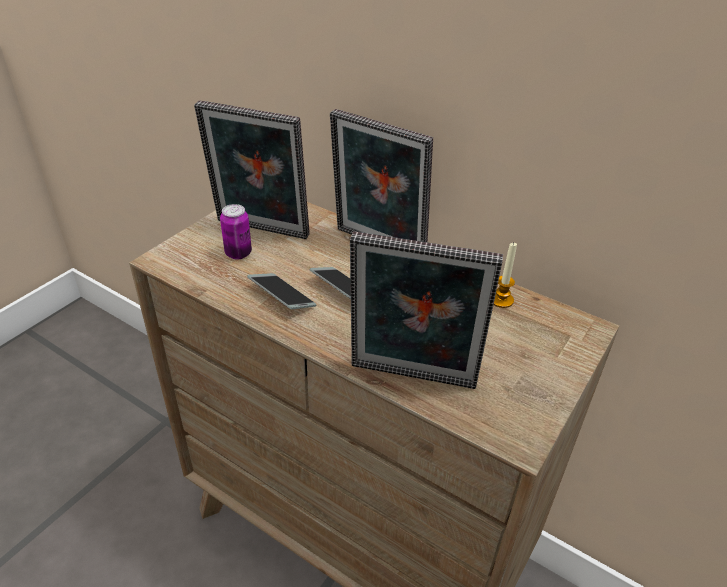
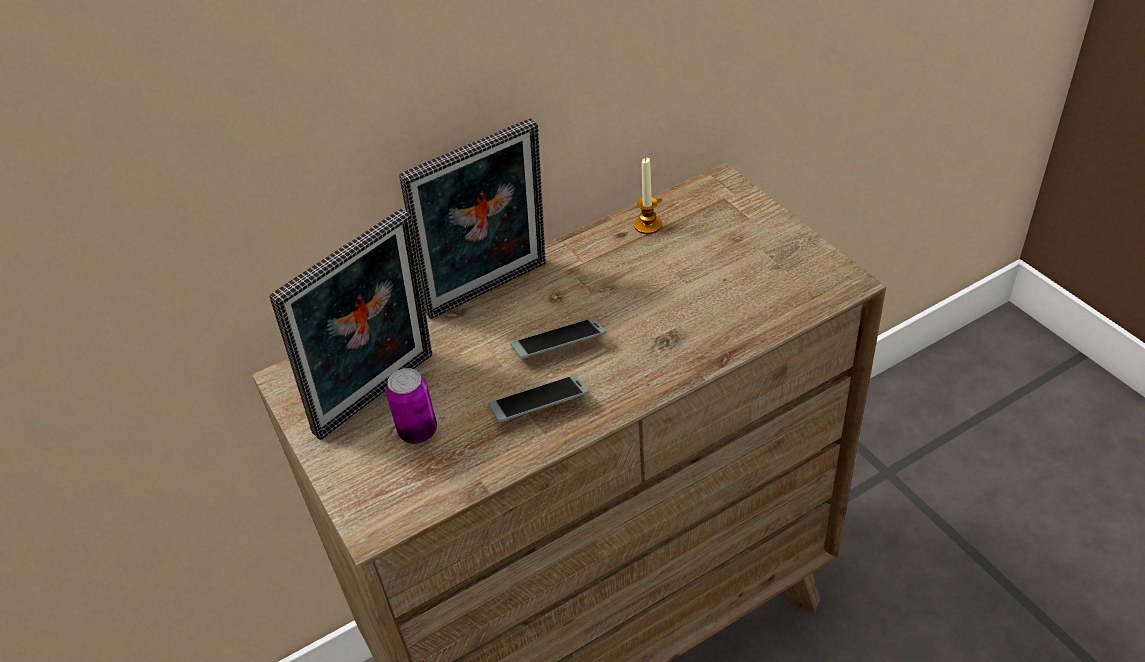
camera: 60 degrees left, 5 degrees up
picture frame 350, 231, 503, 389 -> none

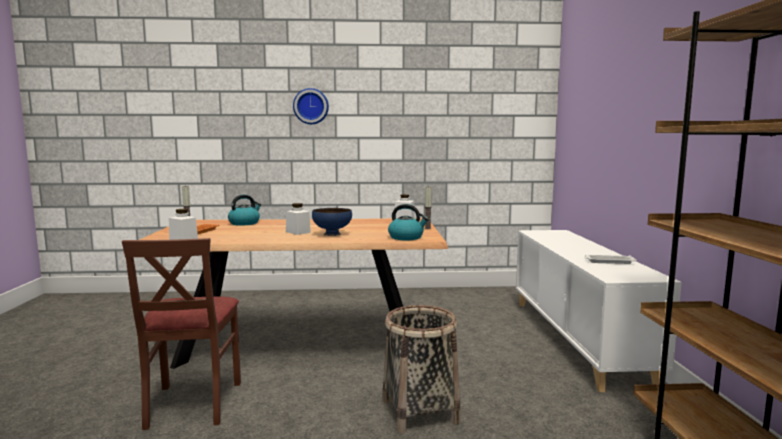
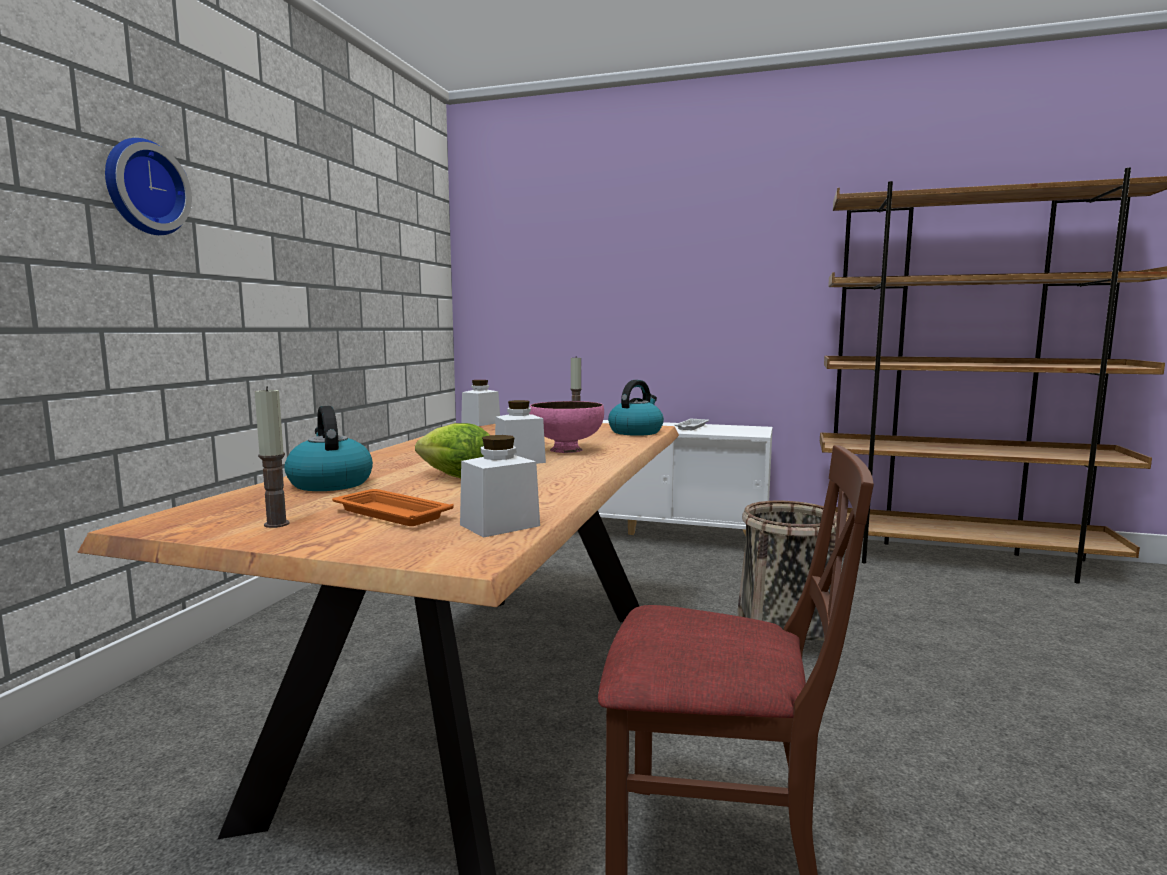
camera: 70 degrees left, 0 degrees up
none -> lettuce 415, 423, 490, 478
bowl/blue 312, 208, 352, 236 -> bowl/pink 529, 401, 604, 453

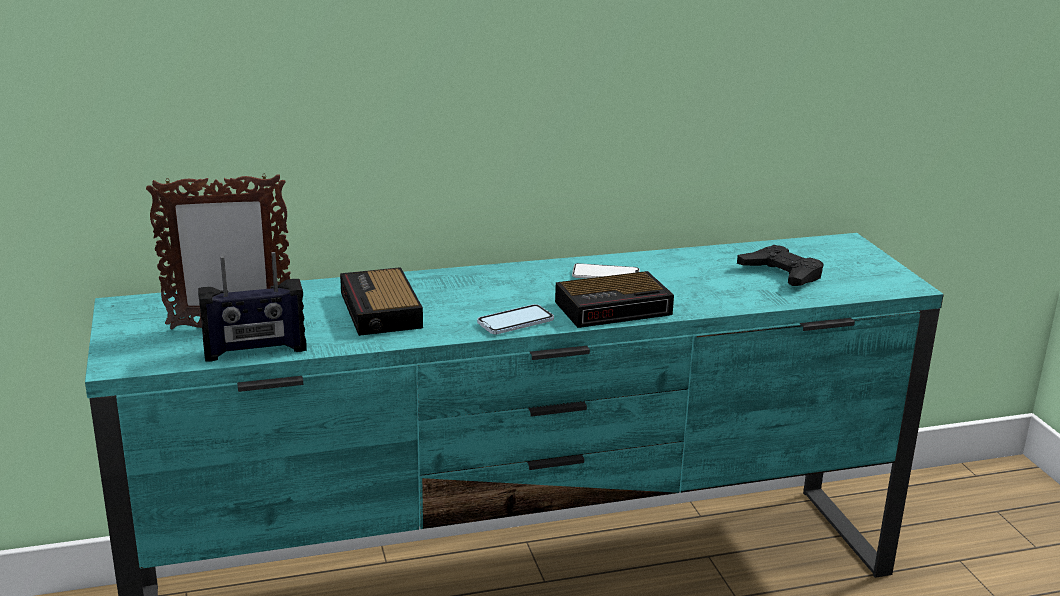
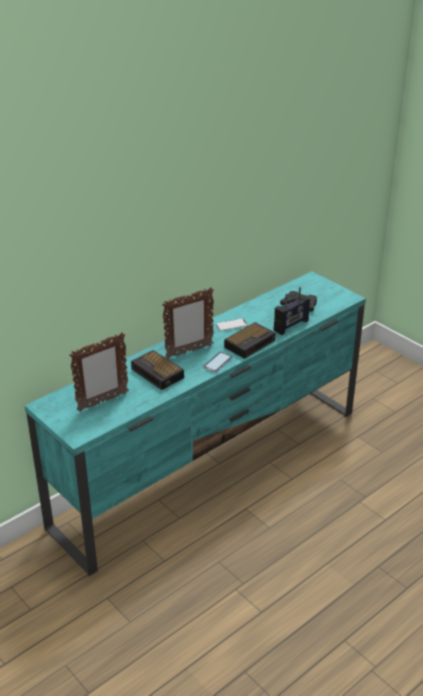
camera: 25 degrees left, 10 degrees up
none -> picture frame 162, 287, 214, 359
radio 198, 252, 307, 362 -> radio 274, 287, 310, 335, moved

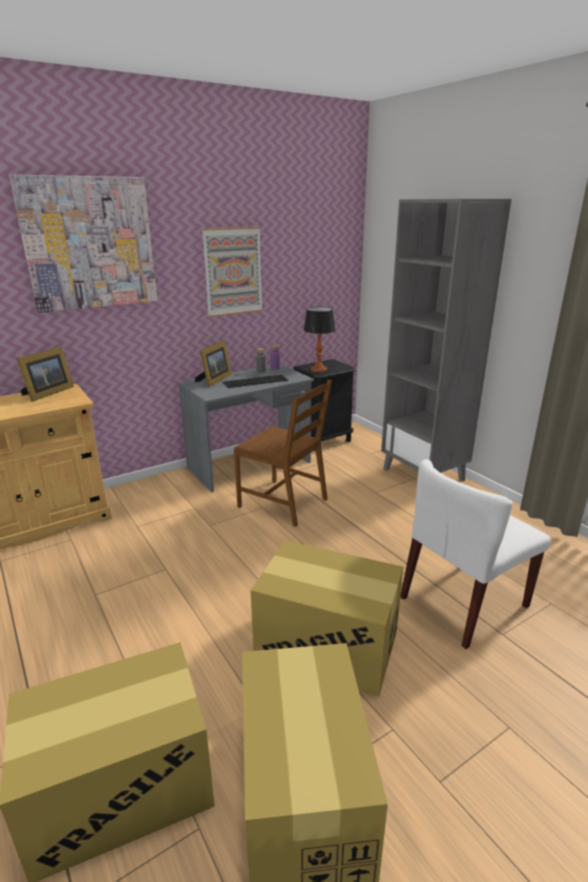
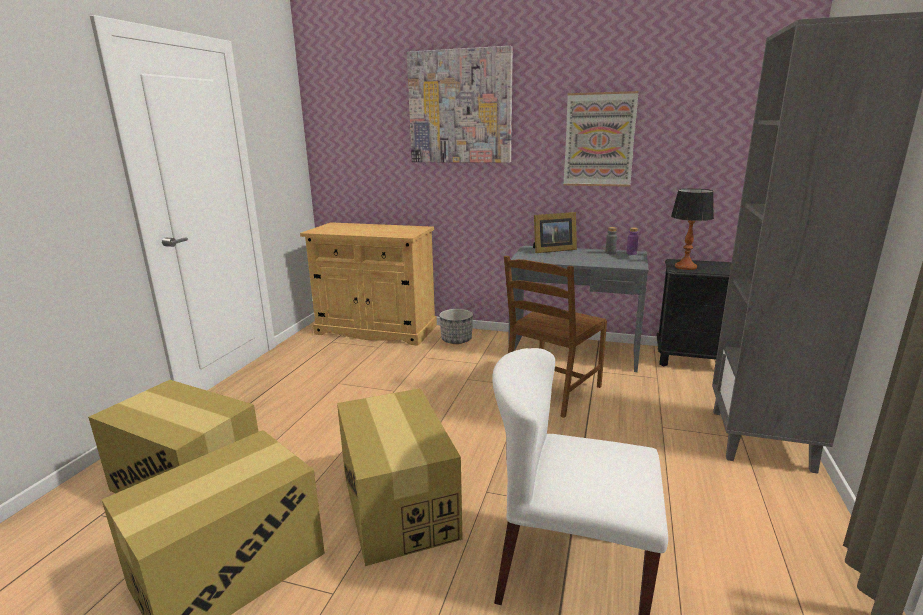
camera: 50 degrees right, 5 degrees down
picture frame 17, 346, 74, 402 -> none
keyboard 223, 375, 288, 388 -> none
none -> planter 439, 309, 473, 344
chair/brown 234, 380, 332, 527 -> chair/brown 504, 256, 607, 418, 45 degrees clockwise

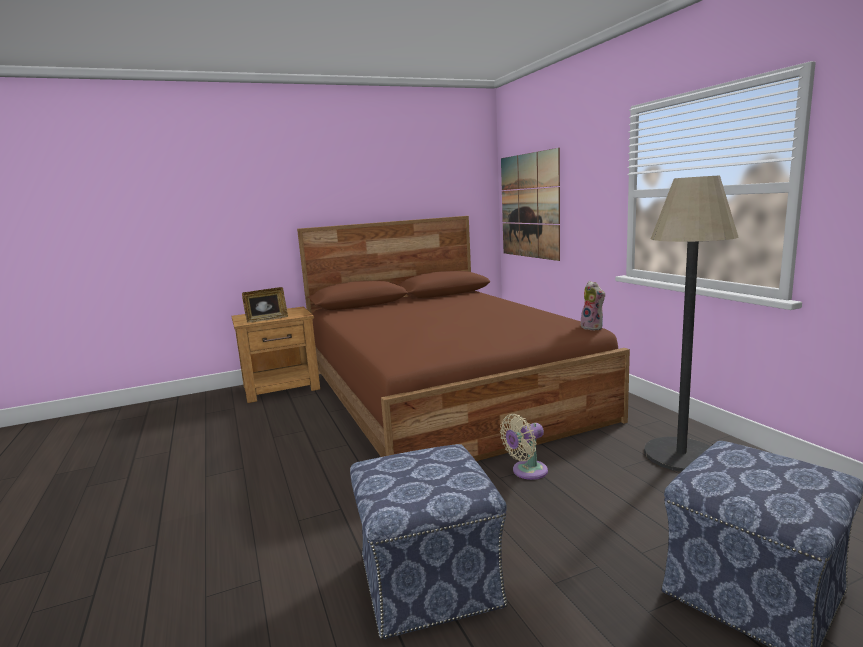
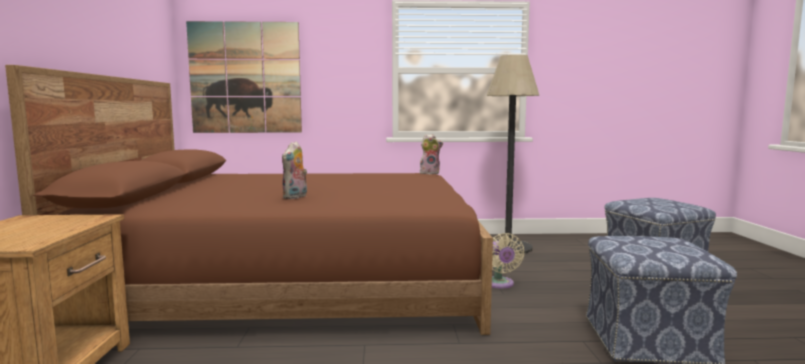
camera: 70 degrees left, 5 degrees down
picture frame 242, 287, 288, 323 -> none
none -> plush toy 282, 141, 307, 199

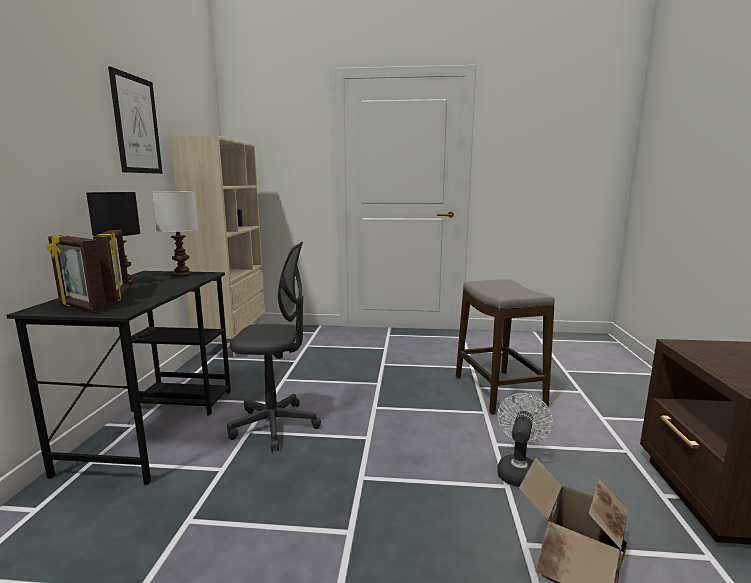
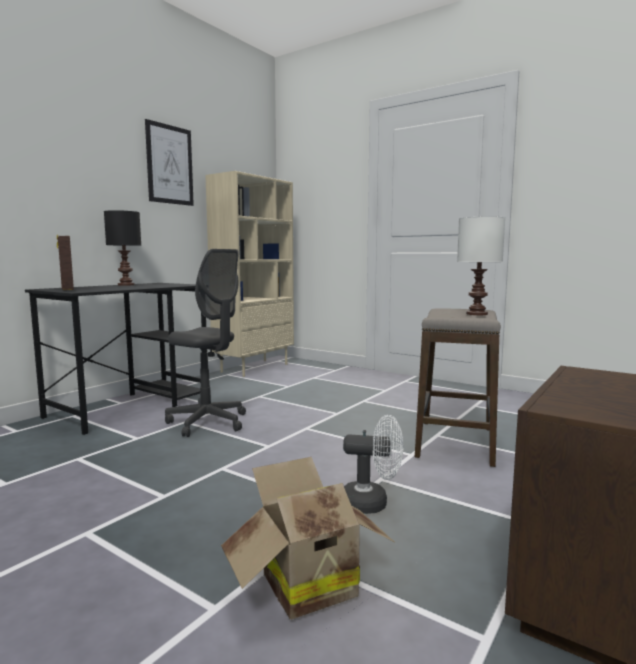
camera: 30 degrees right, 5 degrees down
picture frame 93, 230, 129, 303 -> none
table lamp/white 152, 191, 198, 277 -> table lamp/white 457, 216, 505, 315, moved
fan/white 497, 393, 553, 487 -> fan/white 343, 415, 403, 514, 45 degrees clockwise

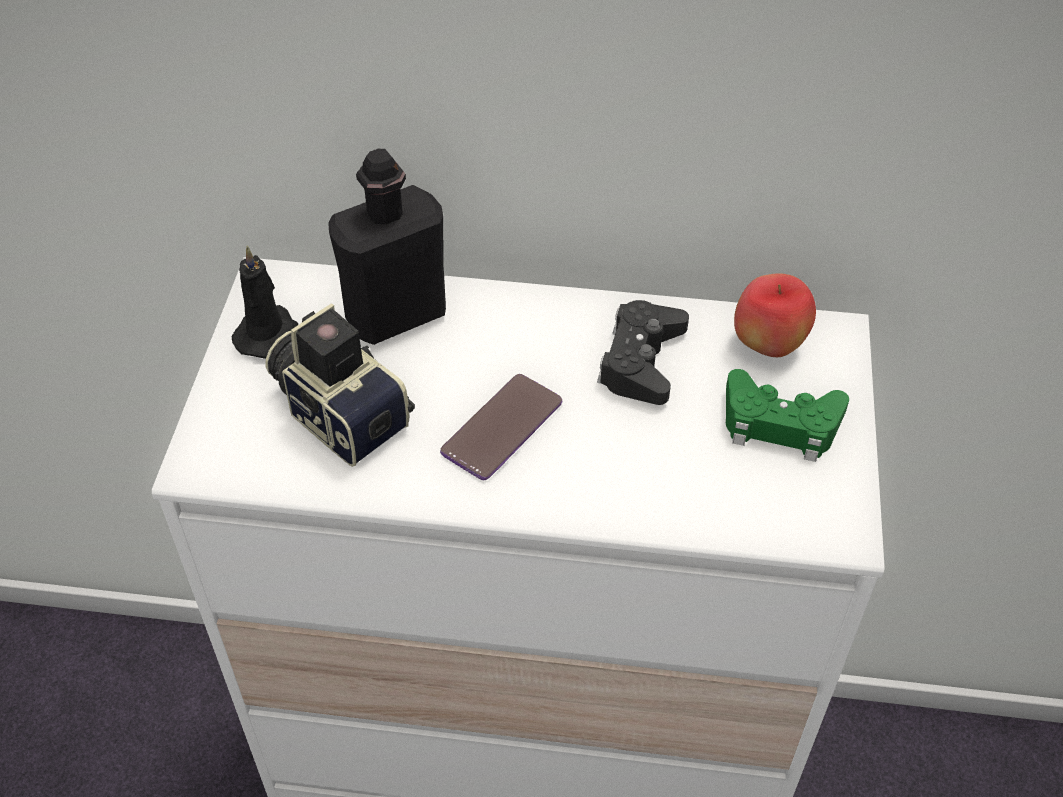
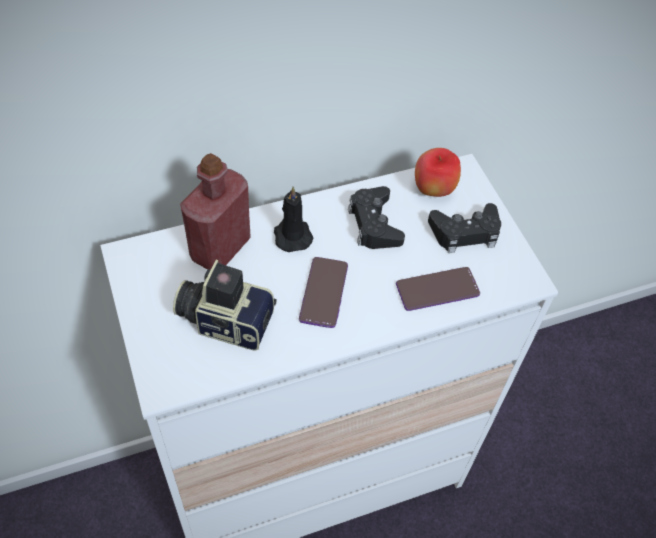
camera: 30 degrees left, 5 degrees up
none -> phone 396, 267, 480, 311
candle/black 232, 246, 298, 359 -> candle/black 274, 186, 314, 252, moved
bottle/black 328, 149, 446, 345 -> bottle/red 180, 153, 251, 270
game controller/green 726, 369, 849, 462 -> game controller/black 428, 203, 501, 253

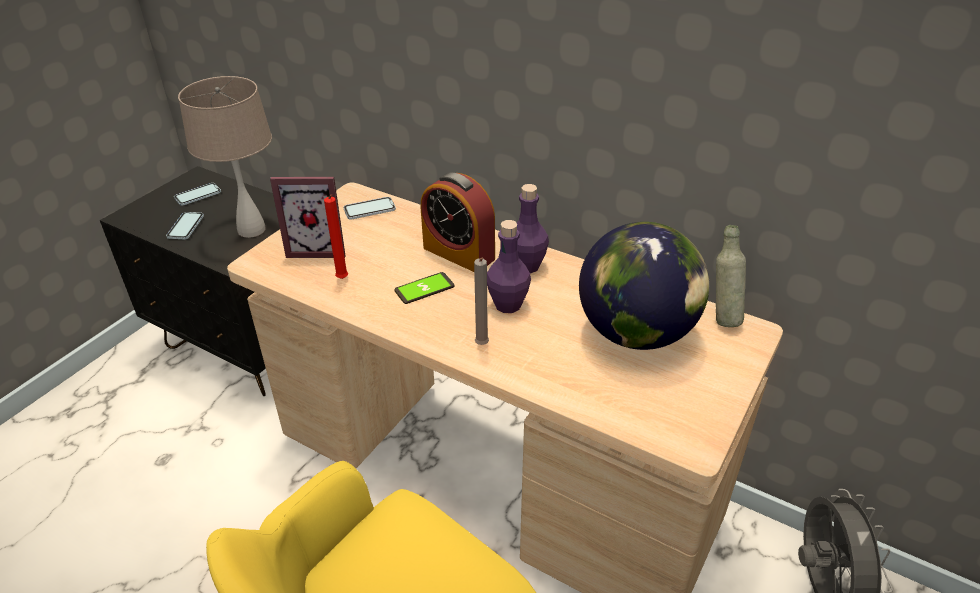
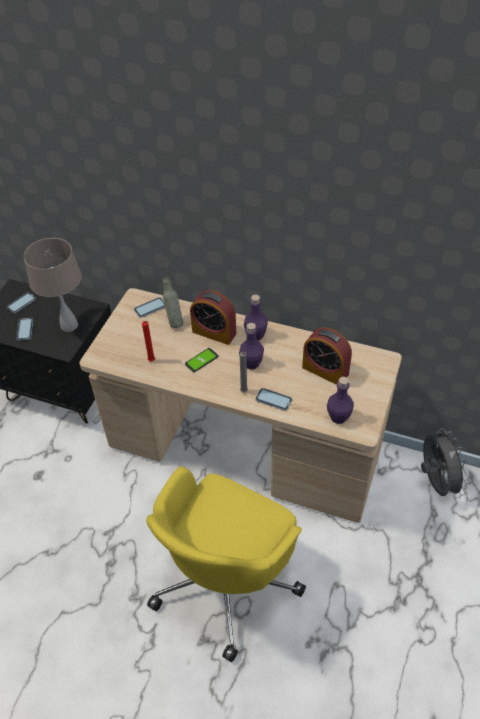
camera: 10 degrees left, 10 degrees up
picture frame 270, 177, 346, 258 -> none
none -> phone 256, 388, 292, 411
none -> bottle/purple 327, 377, 354, 424
bottle/grey 716, 225, 746, 327 -> bottle/grey 163, 277, 183, 328, moved
globe 579, 222, 709, 350 -> alarm clock 302, 327, 352, 385

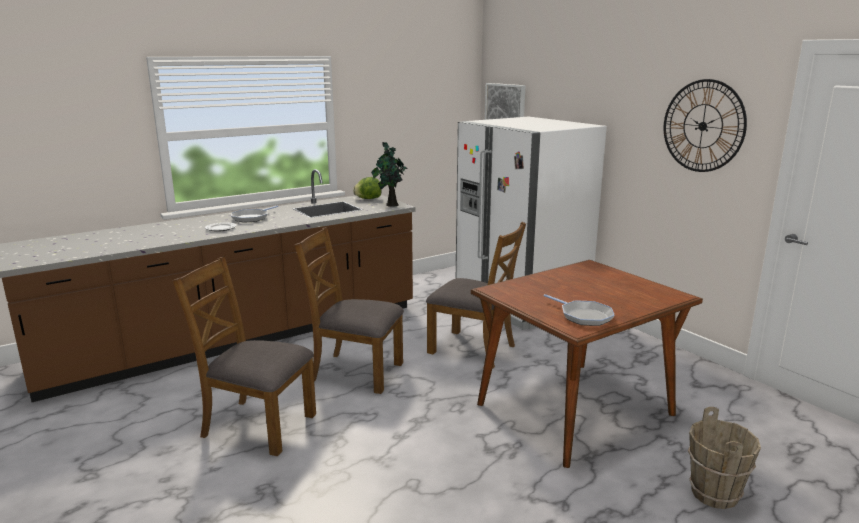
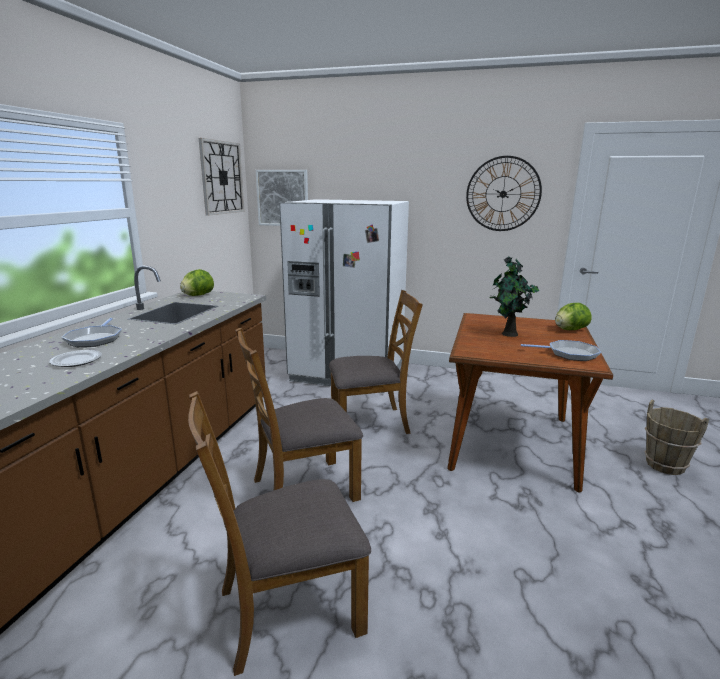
camera: 40 degrees left, 0 degrees up
none -> wall clock 199, 138, 245, 216
none -> lettuce 555, 303, 592, 330
potted plant 371, 142, 408, 207 -> potted plant 490, 256, 539, 337, moved

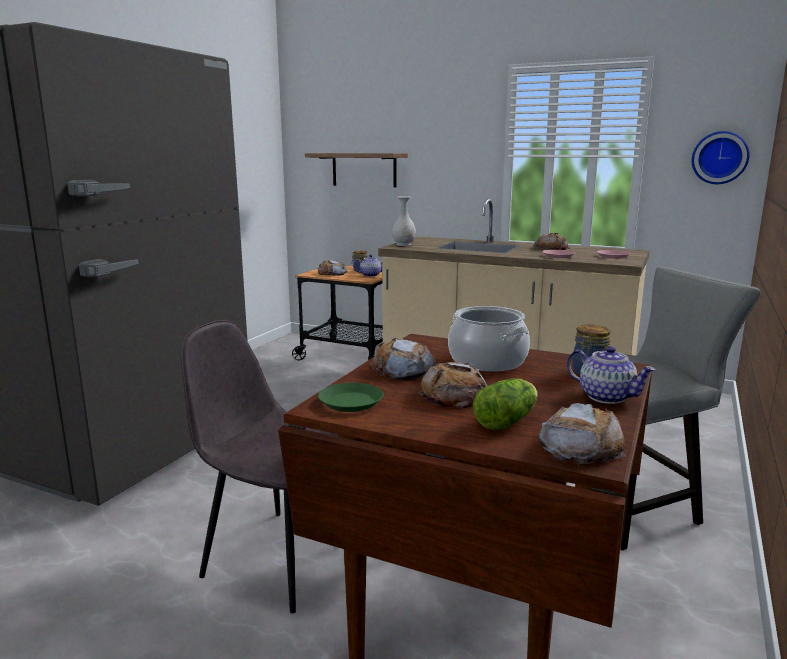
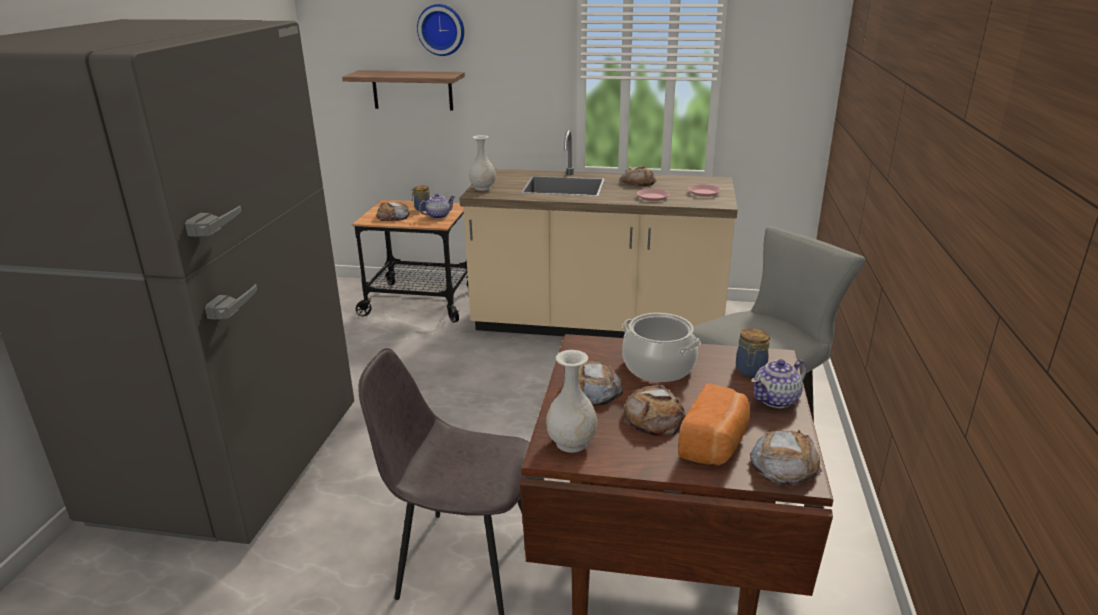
camera: 15 degrees left, 10 degrees up
wall clock 692, 131, 750, 184 -> wall clock 417, 4, 464, 56, moved
plate/green 318, 383, 383, 412 -> vase/white 546, 350, 597, 453
lettuce 473, 378, 538, 431 -> bread 678, 383, 750, 465
teapot 567, 346, 656, 404 -> teapot 751, 359, 807, 408, 120 degrees clockwise

